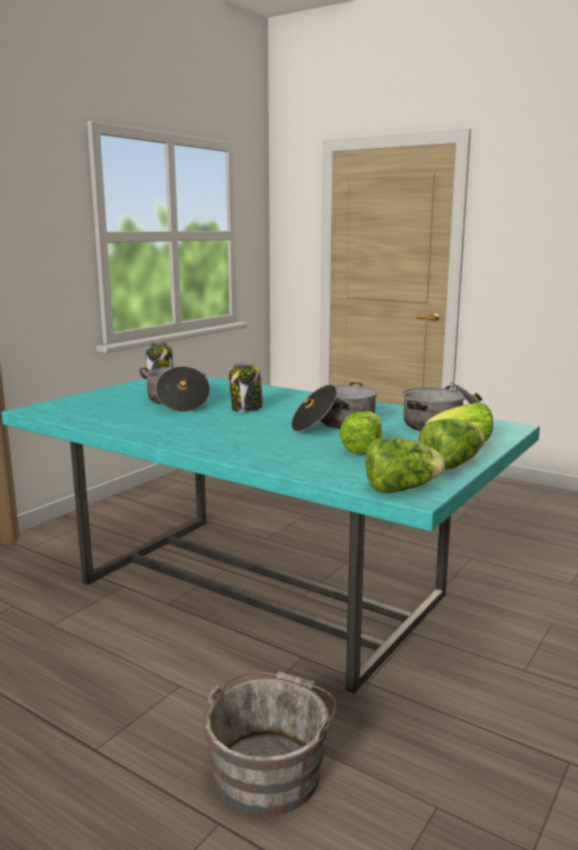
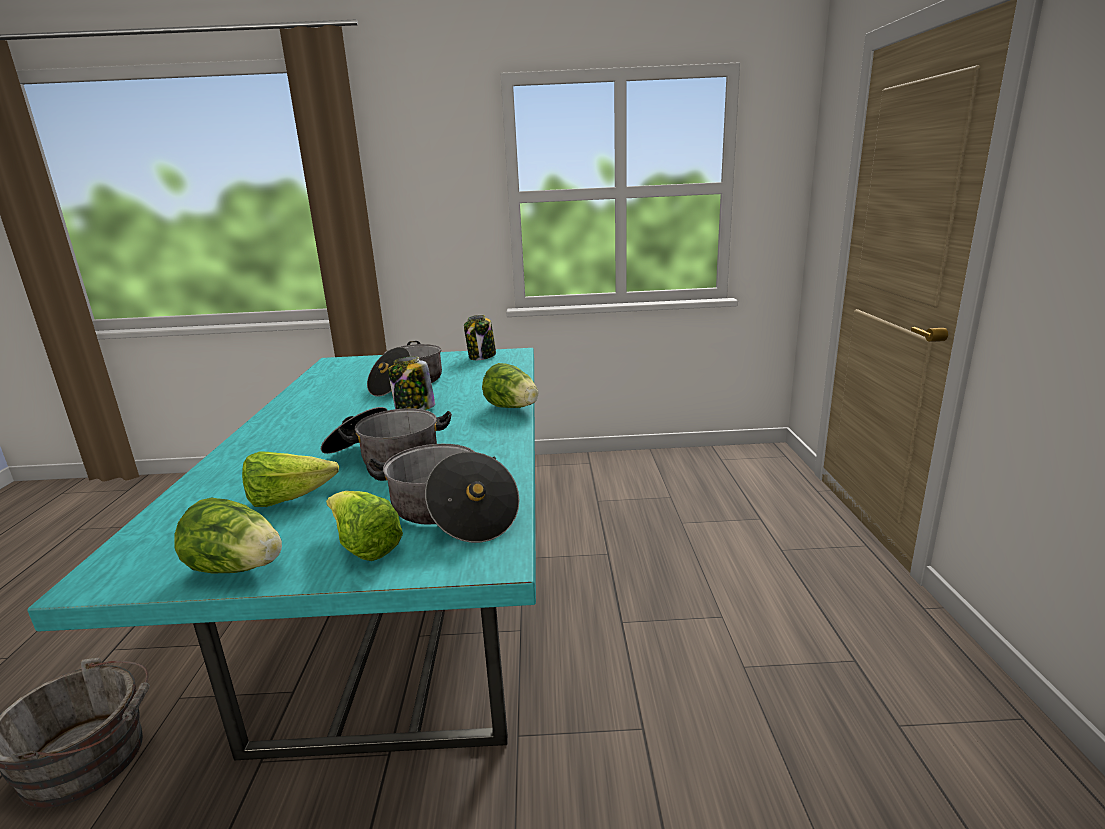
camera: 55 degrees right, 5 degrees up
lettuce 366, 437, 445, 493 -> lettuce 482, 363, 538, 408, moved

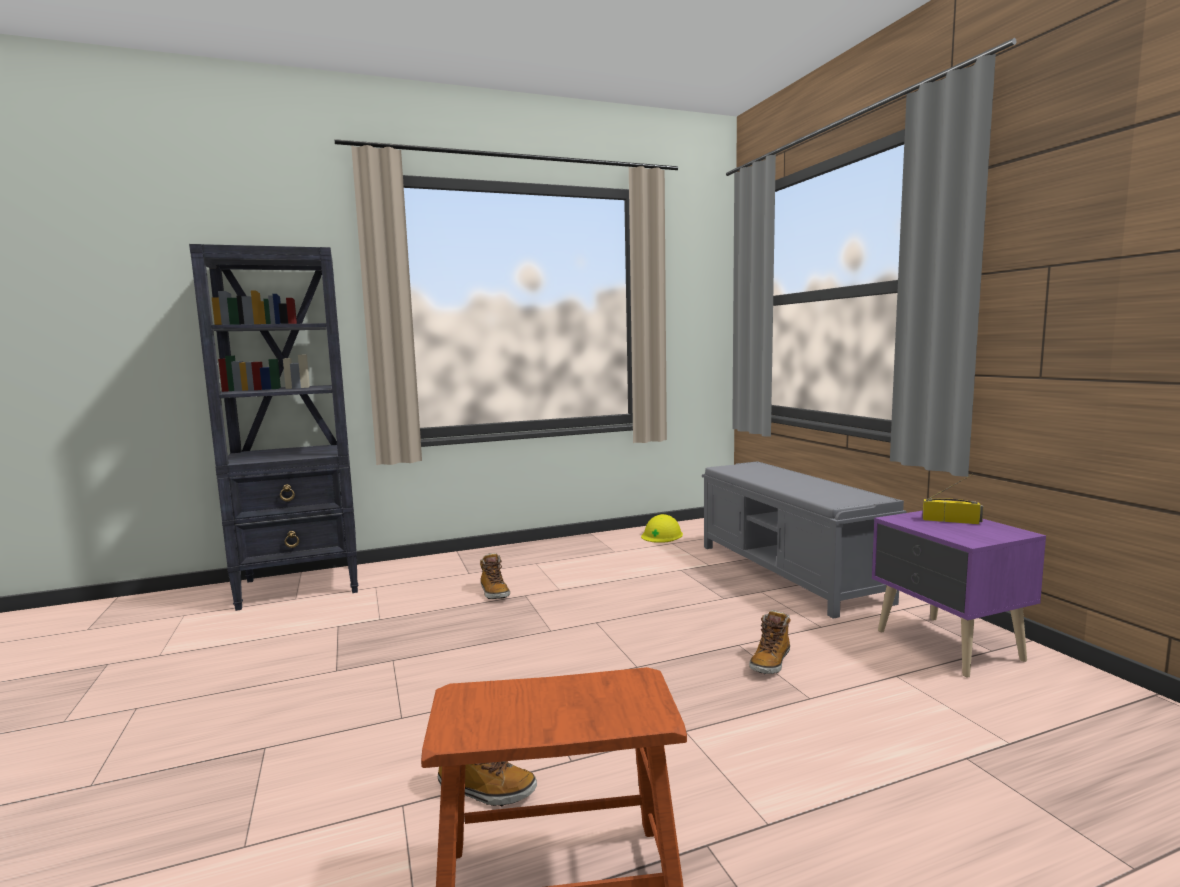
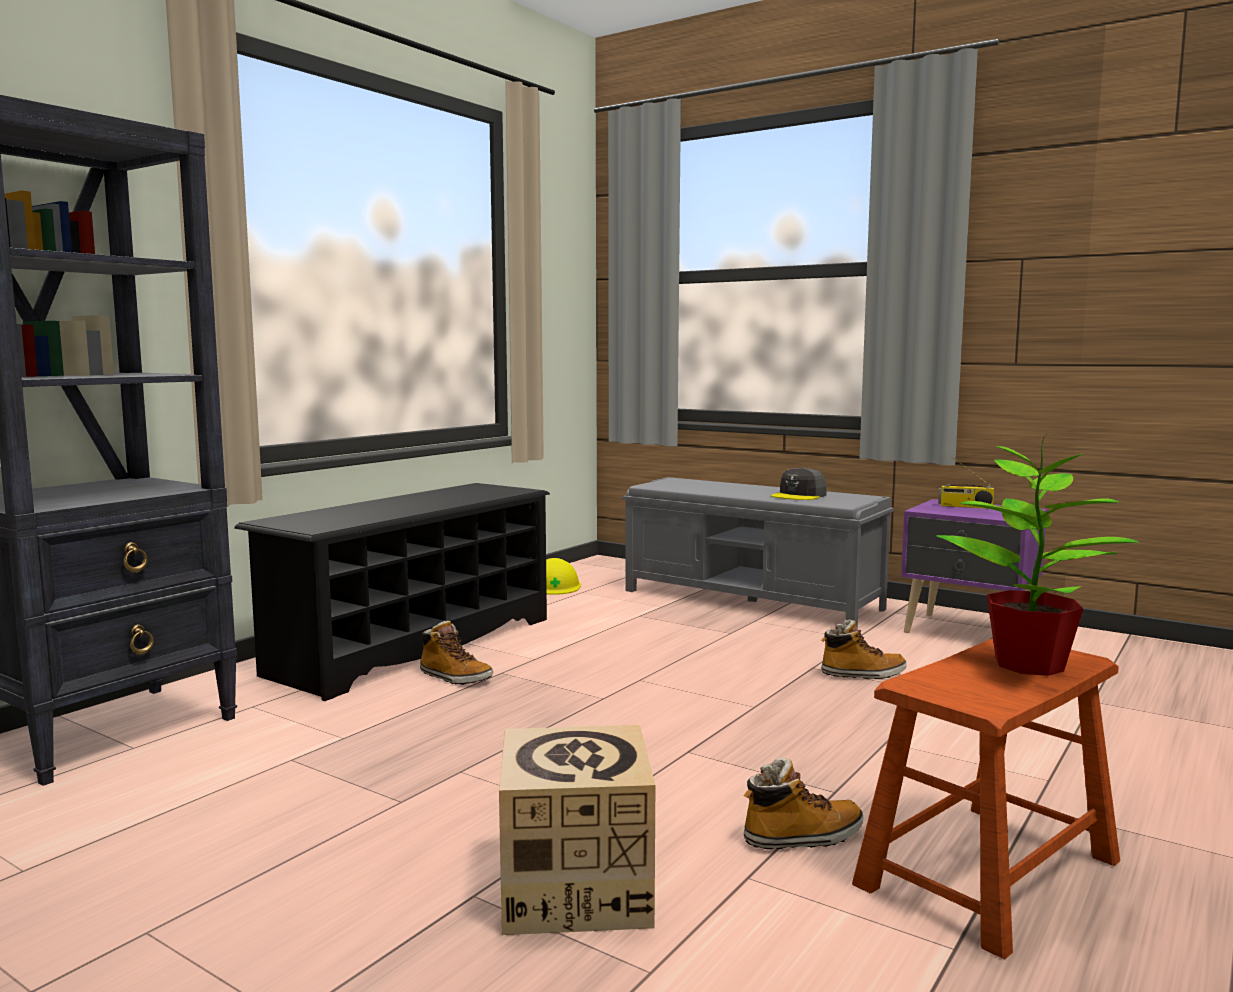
camera: 35 degrees left, 0 degrees up
none -> shoe rack/black 234, 483, 550, 701
none -> cardboard box 499, 725, 655, 935
none -> cap/grey 771, 467, 827, 500
none -> potted plant 936, 435, 1140, 676
boot 749, 610, 791, 674 -> boot 821, 619, 907, 679, 90 degrees counterclockwise
radio 922, 474, 983, 524 -> radio 938, 457, 994, 509, 150 degrees counterclockwise

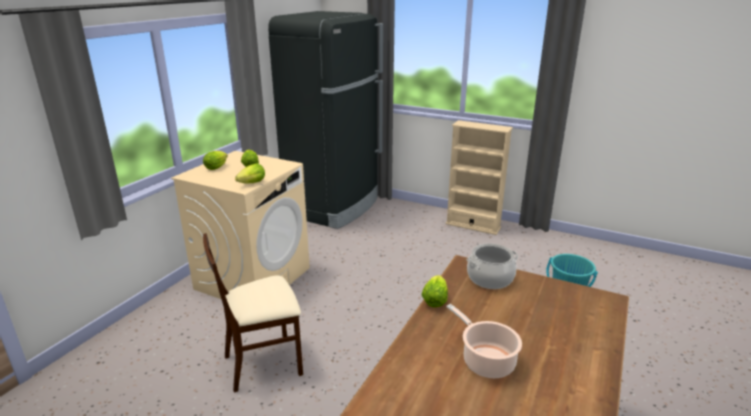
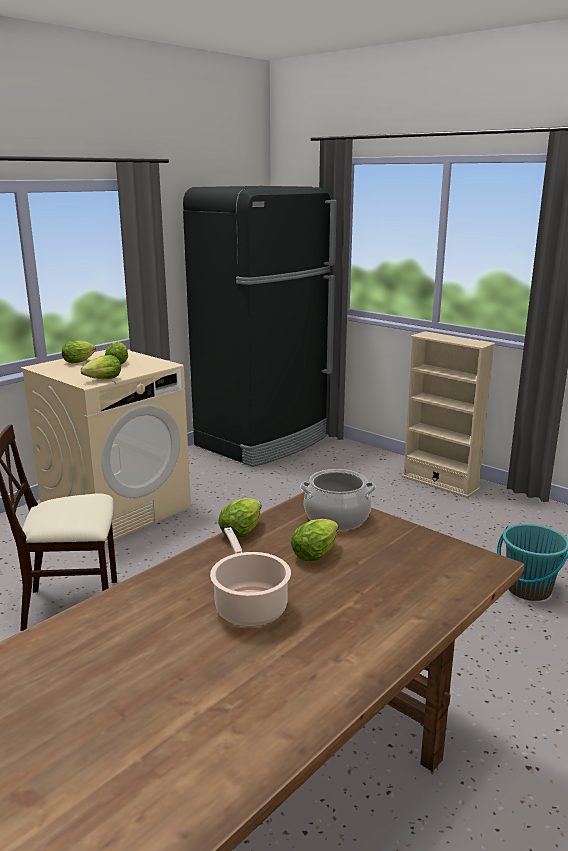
camera: 15 degrees right, 5 degrees down
none -> lettuce 291, 519, 338, 561

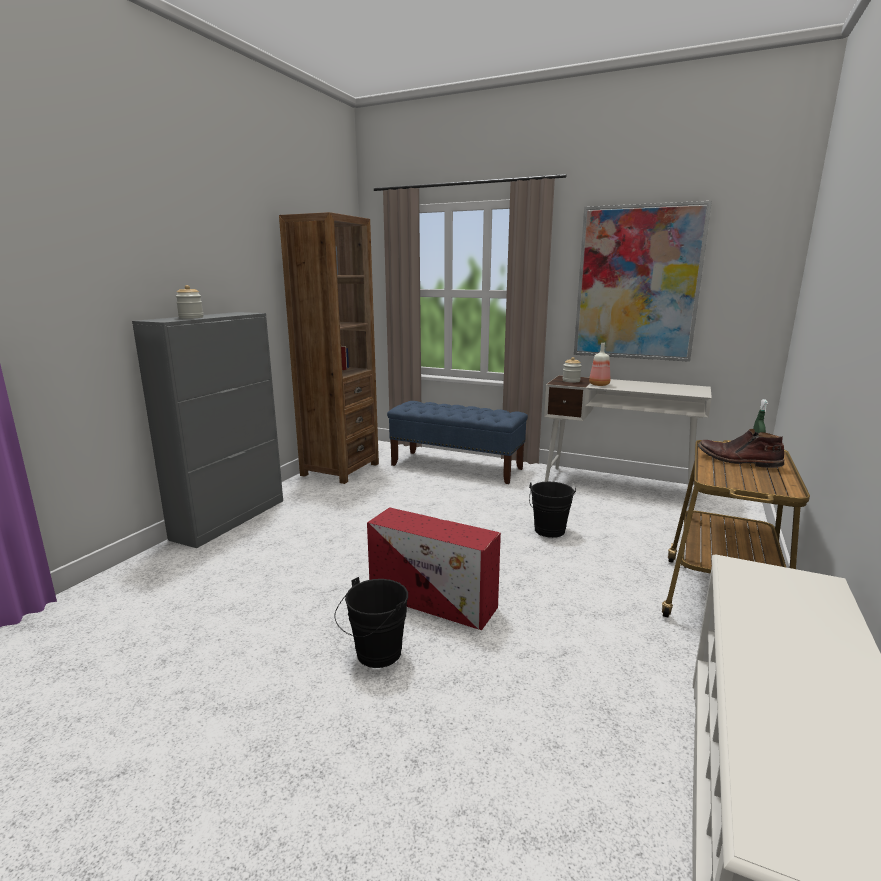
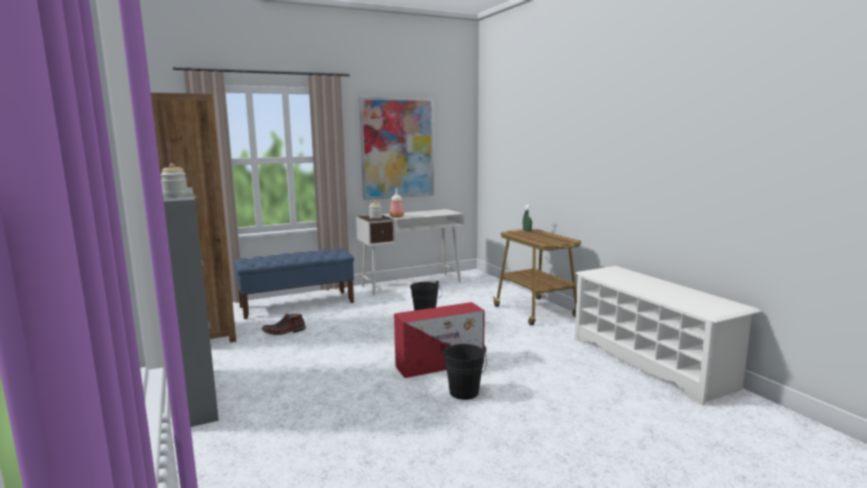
camera: 50 degrees left, 5 degrees down
boot/brown 698, 429, 785, 468 -> boot/brown 261, 313, 306, 335, moved

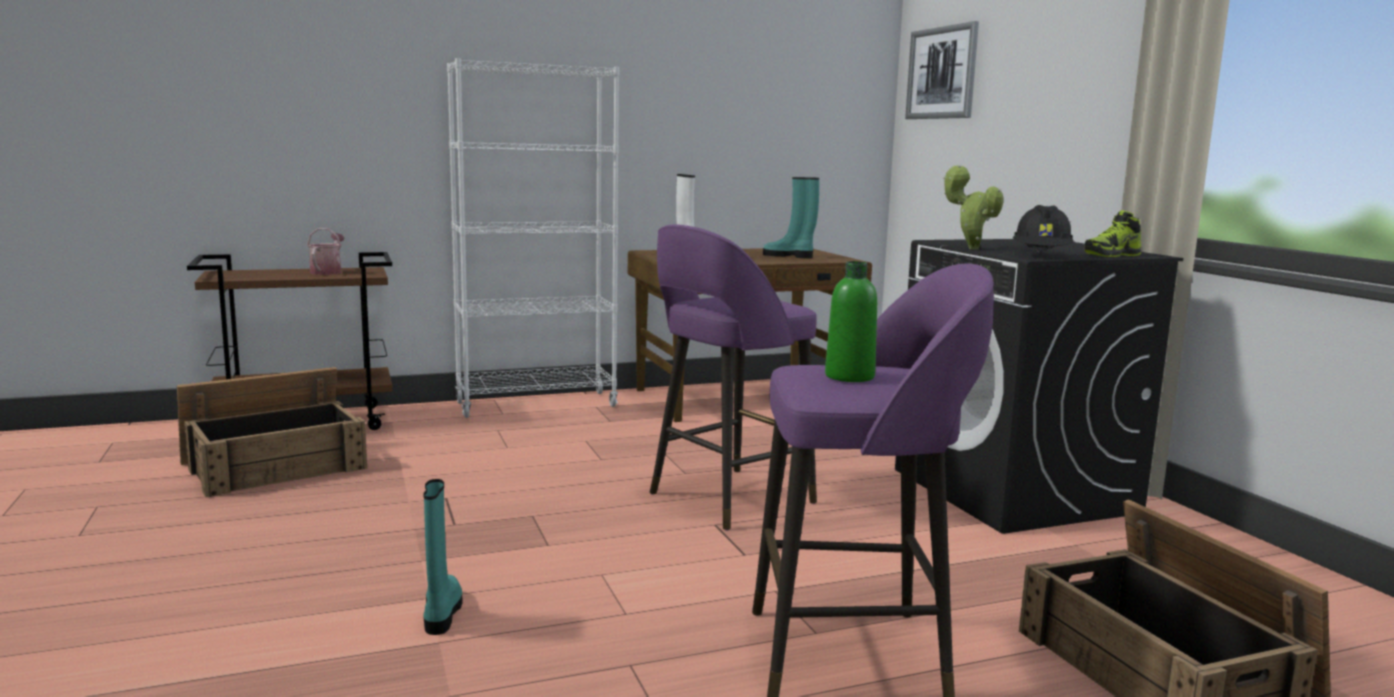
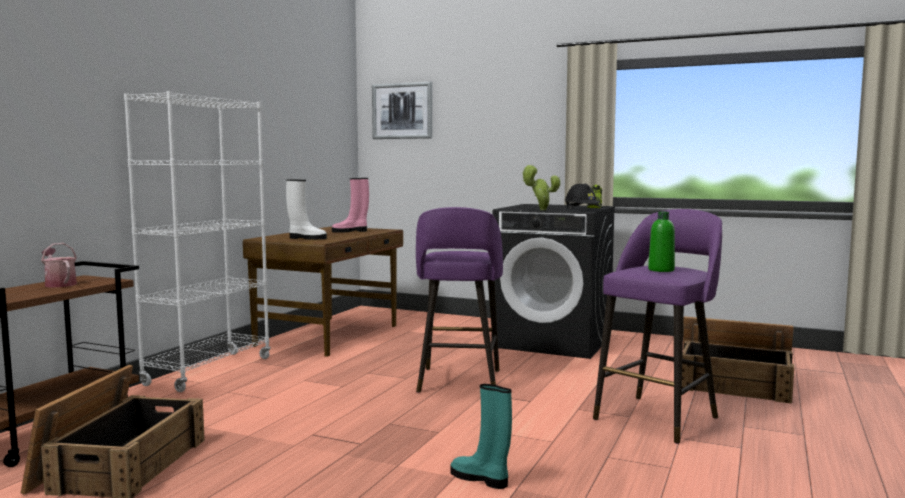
camera: 45 degrees left, 5 degrees down
boot/turquoise 763, 177, 819, 259 -> boot/pink 332, 178, 369, 233

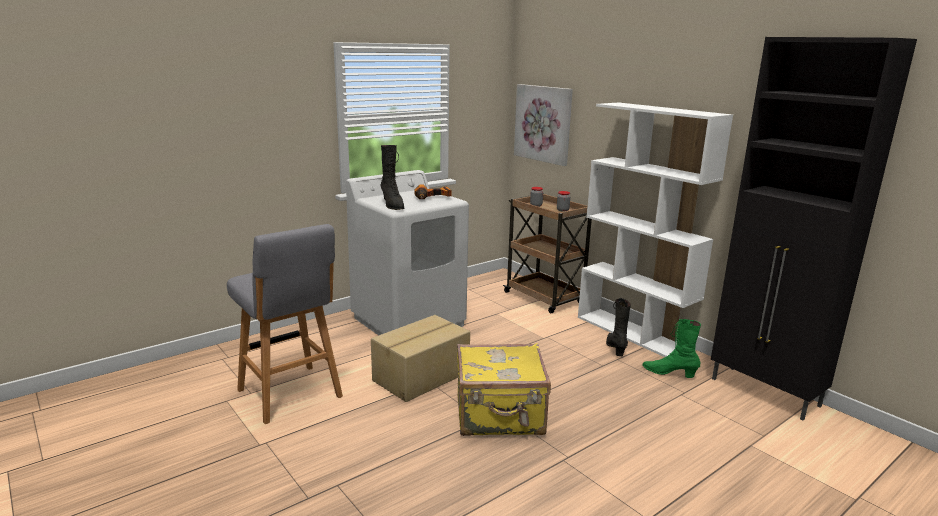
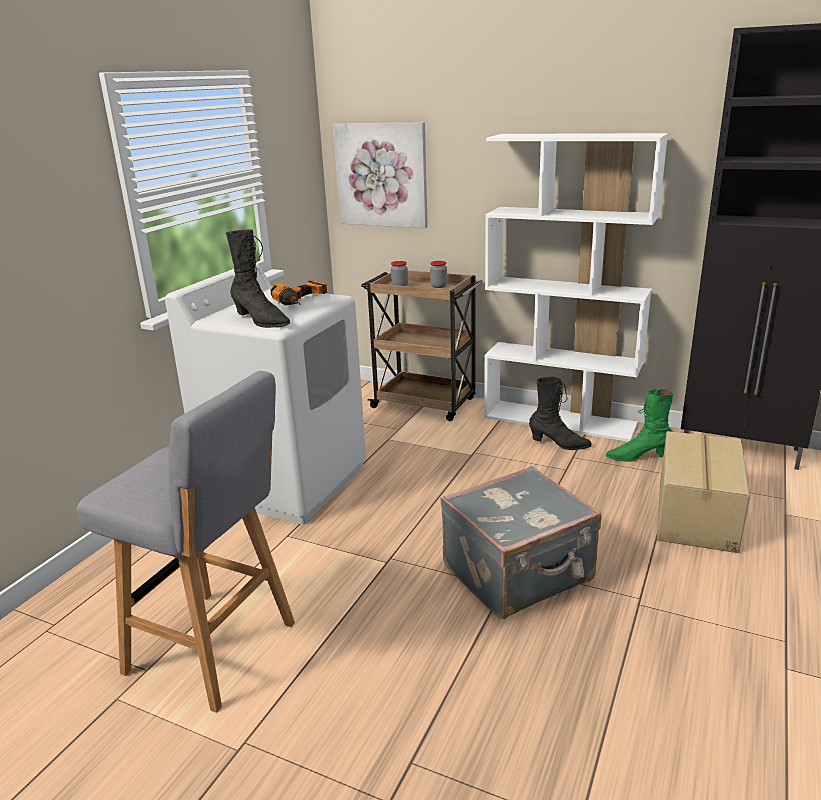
camera: 25 degrees left, 5 degrees up
cardboard box 371, 315, 470, 402 -> cardboard box 657, 431, 750, 553, moved
suitcase/yellow 457, 343, 551, 436 -> suitcase/grey 440, 466, 601, 619
boot/black 606, 298, 631, 356 -> boot/black 529, 377, 592, 450, 135 degrees clockwise

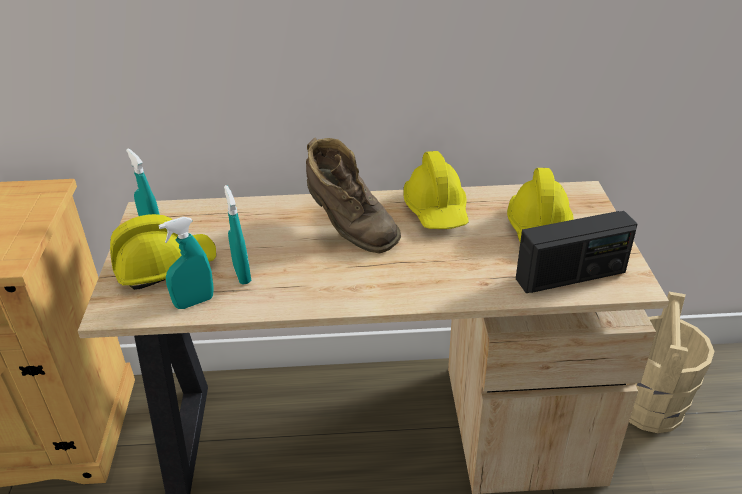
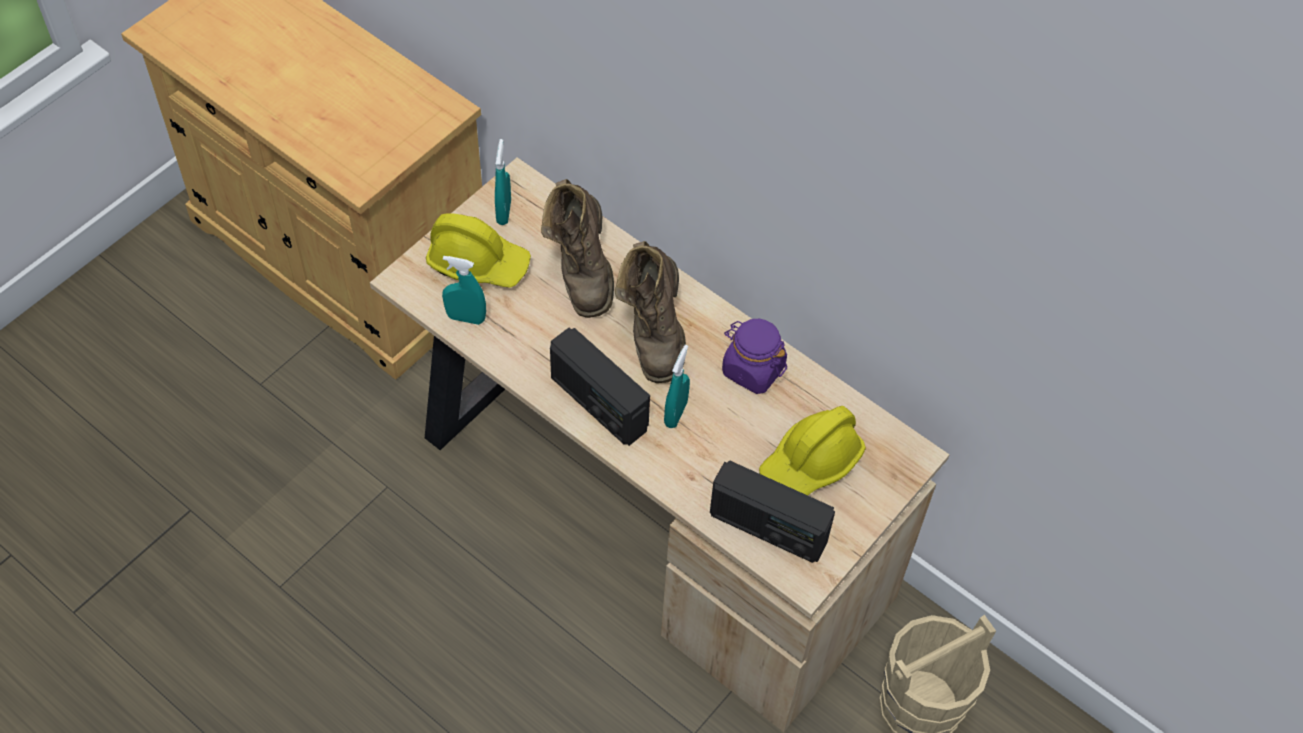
camera: 40 degrees right, 20 degrees up
none -> boot/brown 541, 179, 614, 318
none -> radio 550, 328, 650, 446
spray bottle/turquoise 224, 185, 251, 285 -> spray bottle/turquoise 664, 345, 690, 428, moved
hard hat/yellow 403, 151, 469, 229 -> jar/purple 722, 319, 787, 394

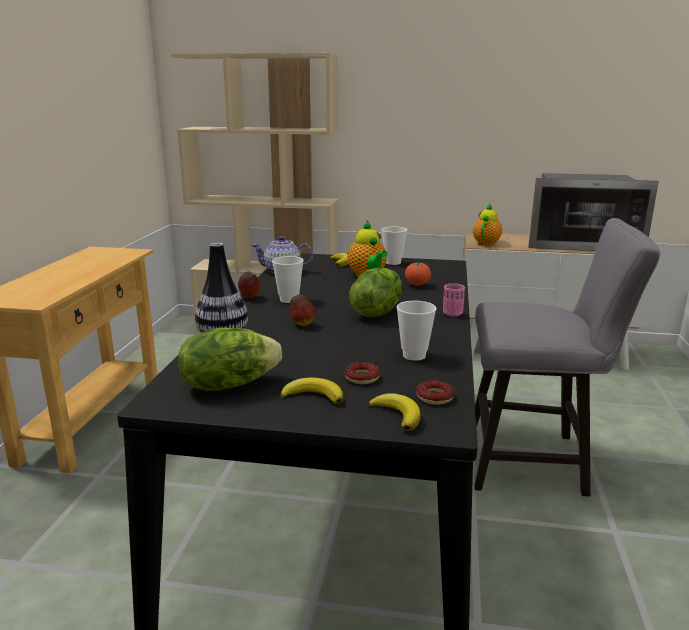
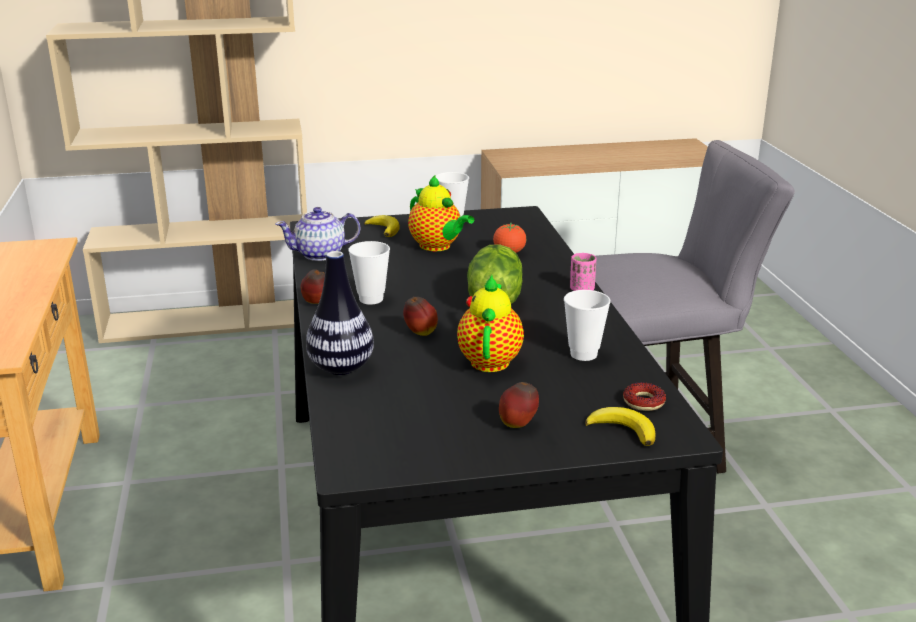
camera: 20 degrees left, 5 degrees up
lettuce 178, 328, 282, 391 -> none
donut 345, 362, 380, 384 -> none
microwave 528, 173, 659, 251 -> none
teapot 473, 203, 502, 246 -> teapot 457, 275, 524, 372, moved
banana 280, 378, 343, 404 -> apple 499, 382, 539, 428

